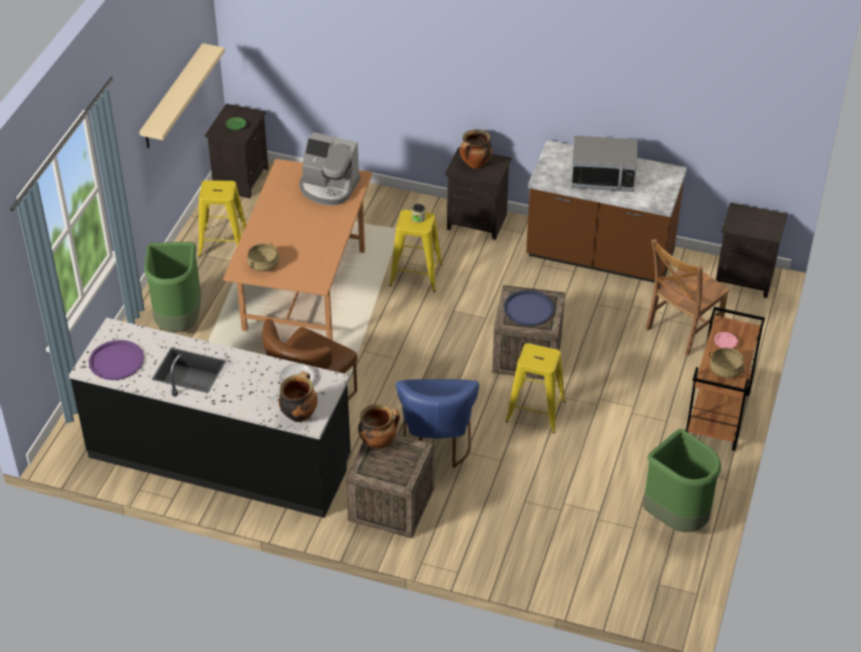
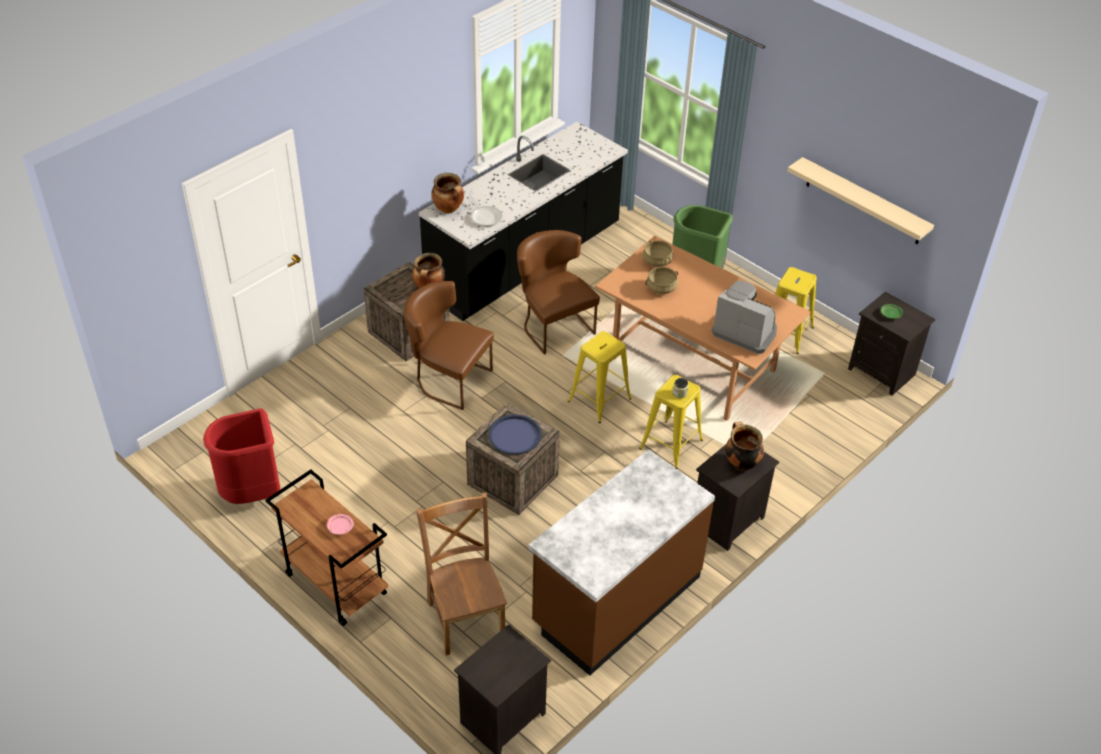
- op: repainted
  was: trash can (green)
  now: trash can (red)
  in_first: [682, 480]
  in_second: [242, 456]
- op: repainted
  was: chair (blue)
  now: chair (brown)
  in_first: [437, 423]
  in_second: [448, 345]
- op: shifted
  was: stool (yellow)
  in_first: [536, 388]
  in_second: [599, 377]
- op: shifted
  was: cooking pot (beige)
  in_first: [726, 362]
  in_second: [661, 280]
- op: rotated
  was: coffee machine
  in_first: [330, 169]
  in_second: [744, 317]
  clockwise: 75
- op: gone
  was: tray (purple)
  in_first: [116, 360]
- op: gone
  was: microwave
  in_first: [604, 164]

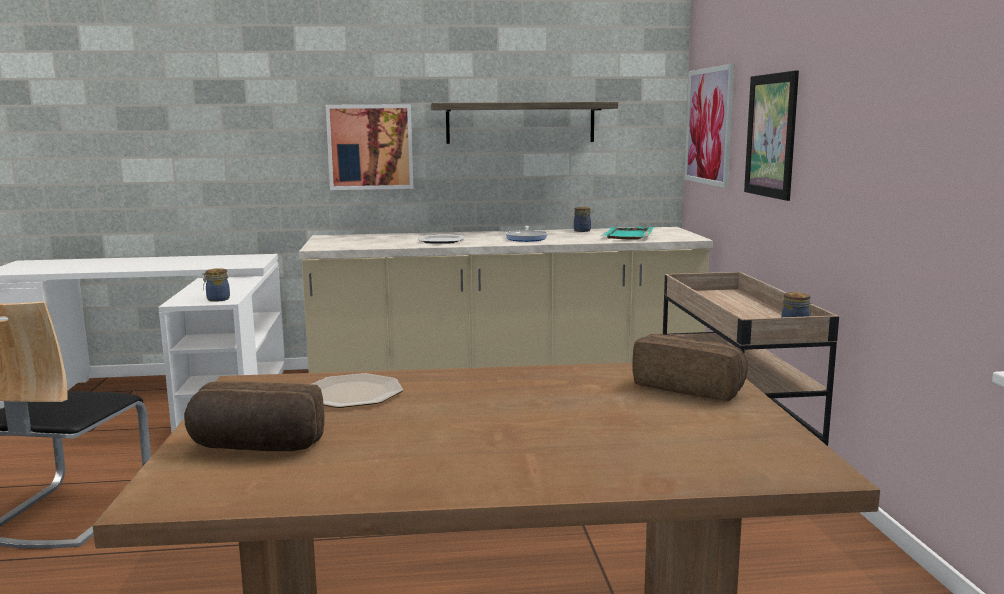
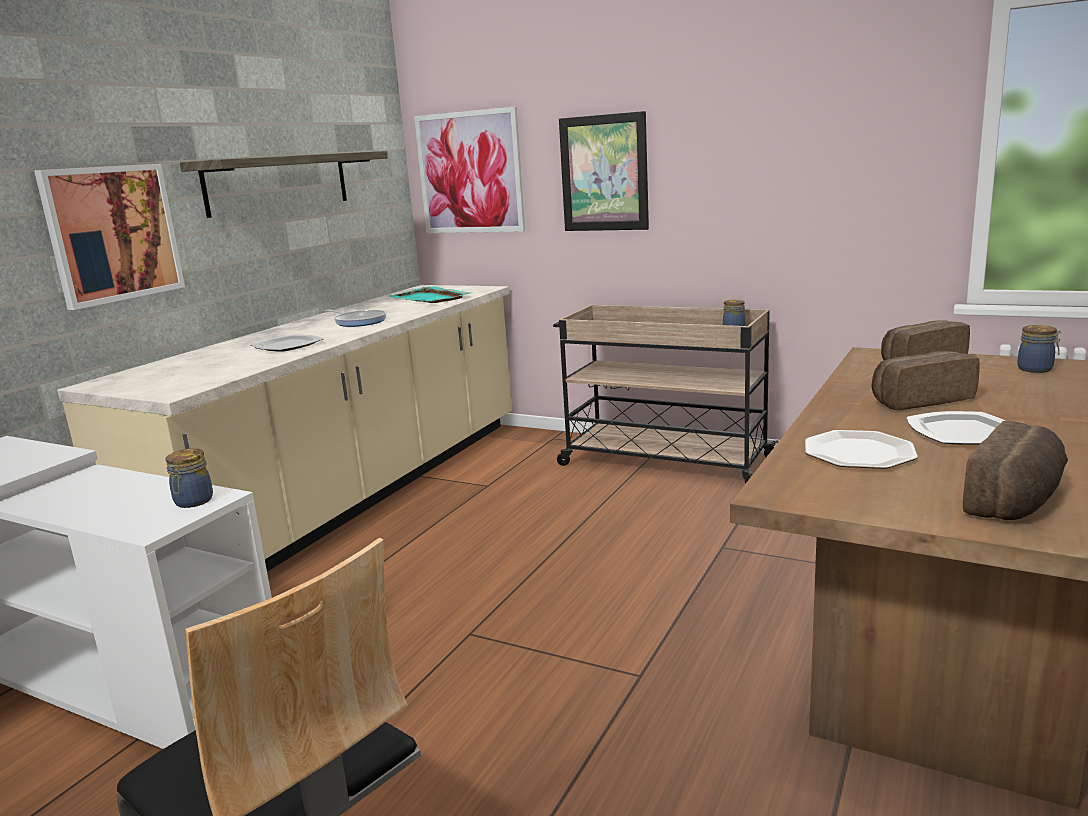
- op: new
  now: bread
  in_second: [925, 380]
- op: new
  now: plate
  in_second: [956, 428]
- op: shifted
  was: jar
  in_first: [582, 219]
  in_second: [1039, 349]

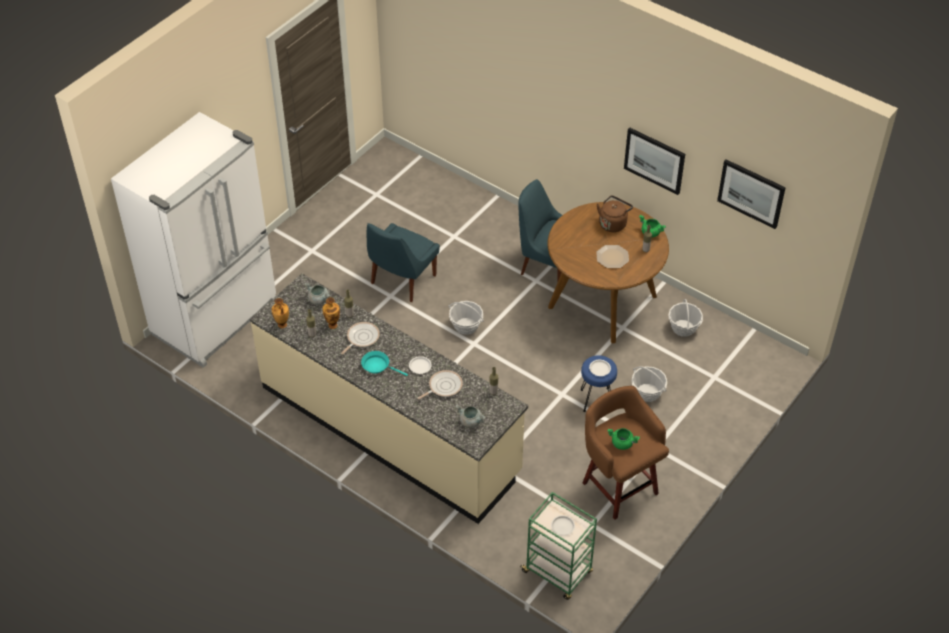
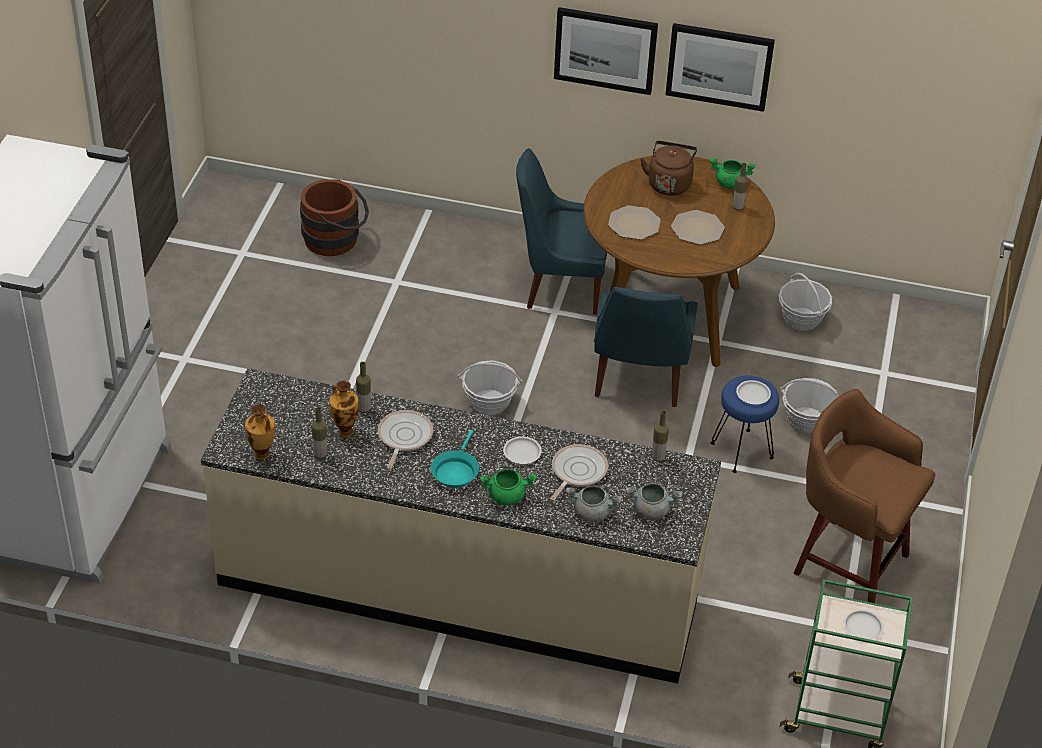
- op: new
  now: bucket (brown)
  in_second: [334, 217]
- op: rotated
  was: frying pan (turquoise)
  in_first: [384, 363]
  in_second: [455, 459]
  clockwise: -75
- op: shifted
  was: cooking pot (green)
  in_first: [624, 439]
  in_second: [508, 487]
- op: shifted
  was: picture
  in_first: [751, 194]
  in_second: [606, 51]
- op: shifted
  was: cooking pot (grey)
  in_first: [317, 293]
  in_second: [594, 503]
- op: shifted
  was: chair (blue)
  in_first: [403, 262]
  in_second: [646, 347]
- op: new
  now: plate
  in_second: [634, 222]

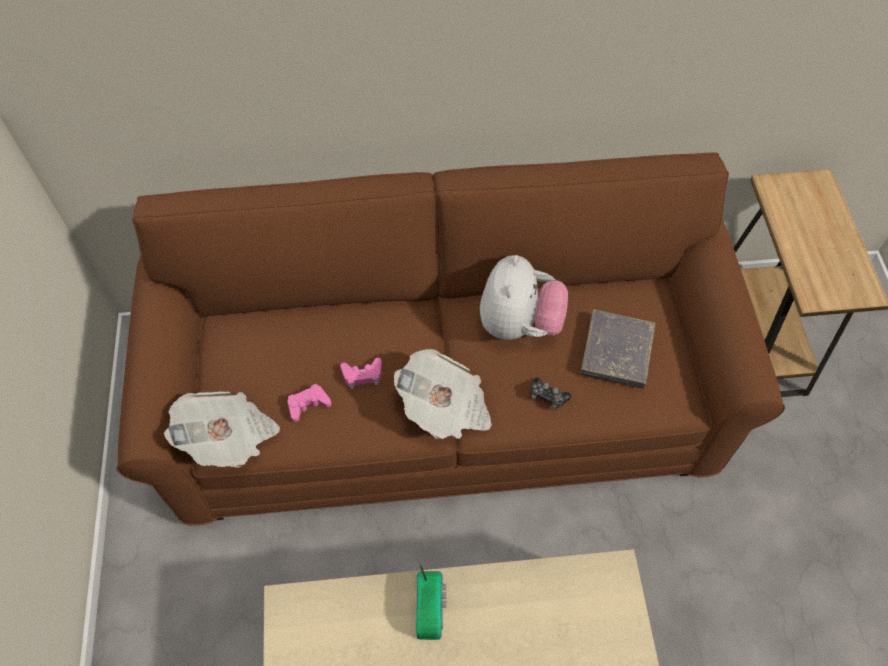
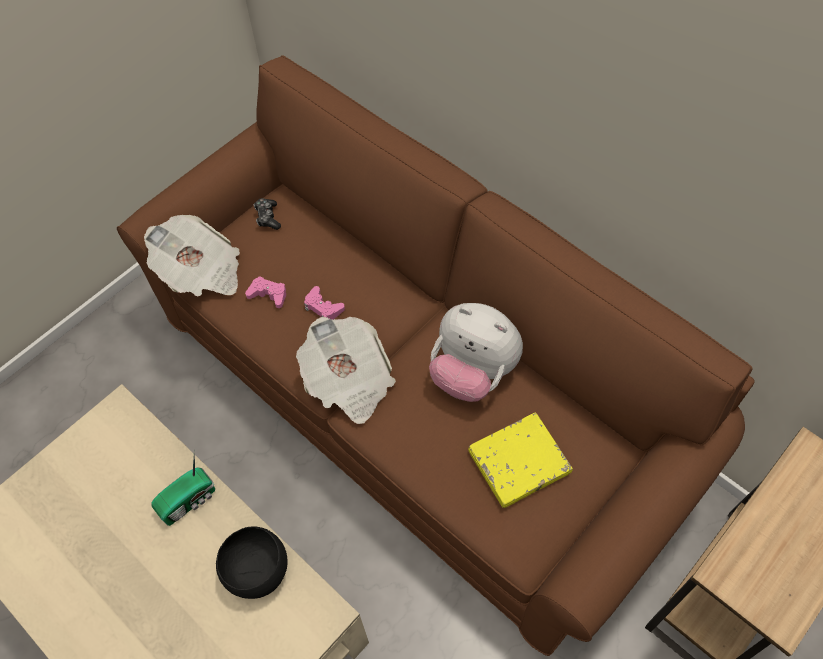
- op: new
  now: bowl (black)
  in_second: [252, 562]
- op: shifted
  was: game controller
  in_first: [551, 394]
  in_second: [267, 214]
- op: rotated
  was: plush toy
  in_first: [524, 297]
  in_second: [476, 352]
  clockwise: 60
- op: repainted
  was: book (grey)
  now: book (yellow)
  in_first: [617, 349]
  in_second: [520, 460]

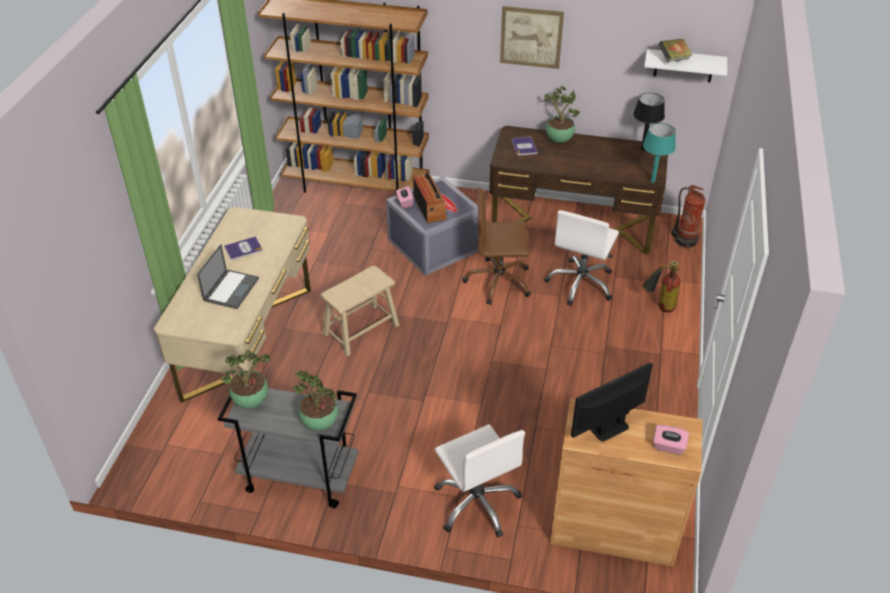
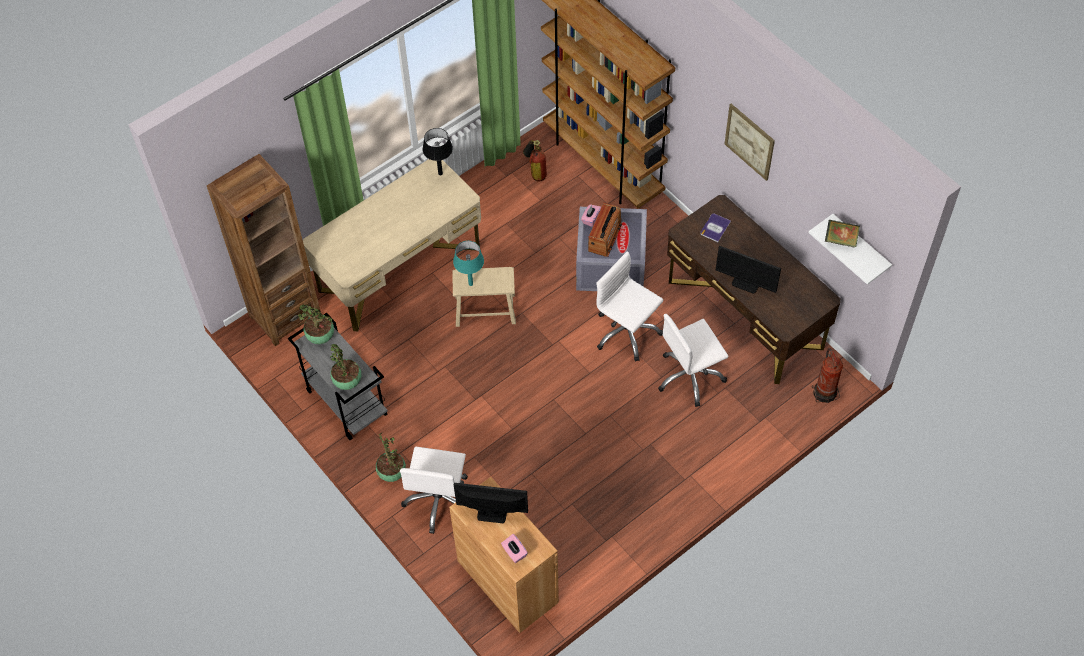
- op: new
  now: bookcase (brown)
  in_second: [264, 250]
- op: shifted
  was: potted plant
  in_first: [562, 114]
  in_second: [391, 457]
- op: shifted
  was: table lamp (black)
  in_first: [649, 122]
  in_second: [437, 151]
- op: shifted
  was: table lamp (turquoise)
  in_first: [659, 153]
  in_second: [468, 263]
- op: shifted
  was: fire extinguisher
  in_first: [661, 287]
  in_second: [535, 161]
- op: repainted
  was: office chair (brown)
  now: office chair (white)
  in_first: [496, 246]
  in_second: [629, 306]
- op: new
  now: monitor
  in_second: [748, 269]
- op: gone
  was: laptop
  in_first: [228, 276]
- op: gone
  was: book
  in_first: [243, 248]

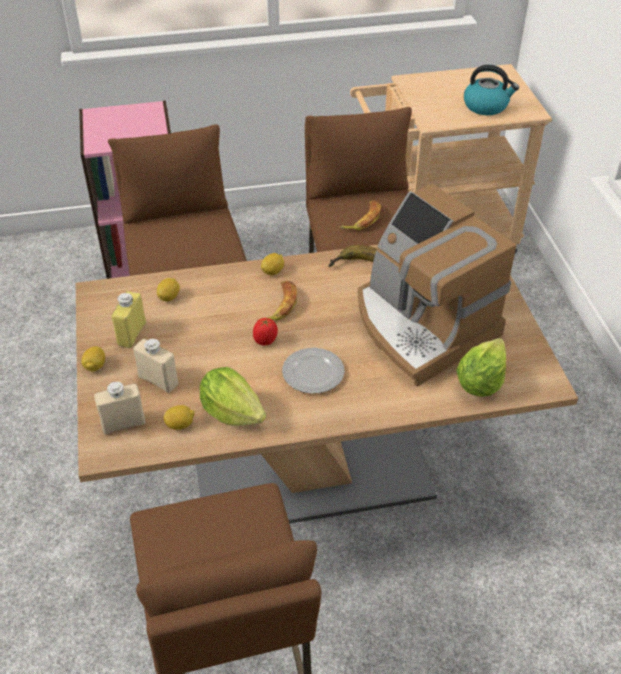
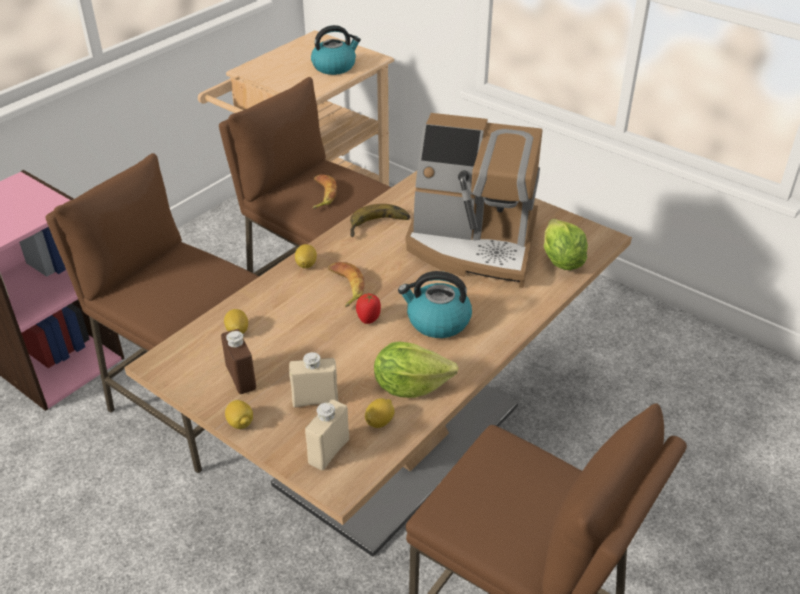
- op: repainted
  was: bottle (yellow)
  now: bottle (brown)
  in_first: [129, 319]
  in_second: [238, 361]
- op: swapped
  was: plate
  now: kettle
  in_first: [313, 371]
  in_second: [435, 304]

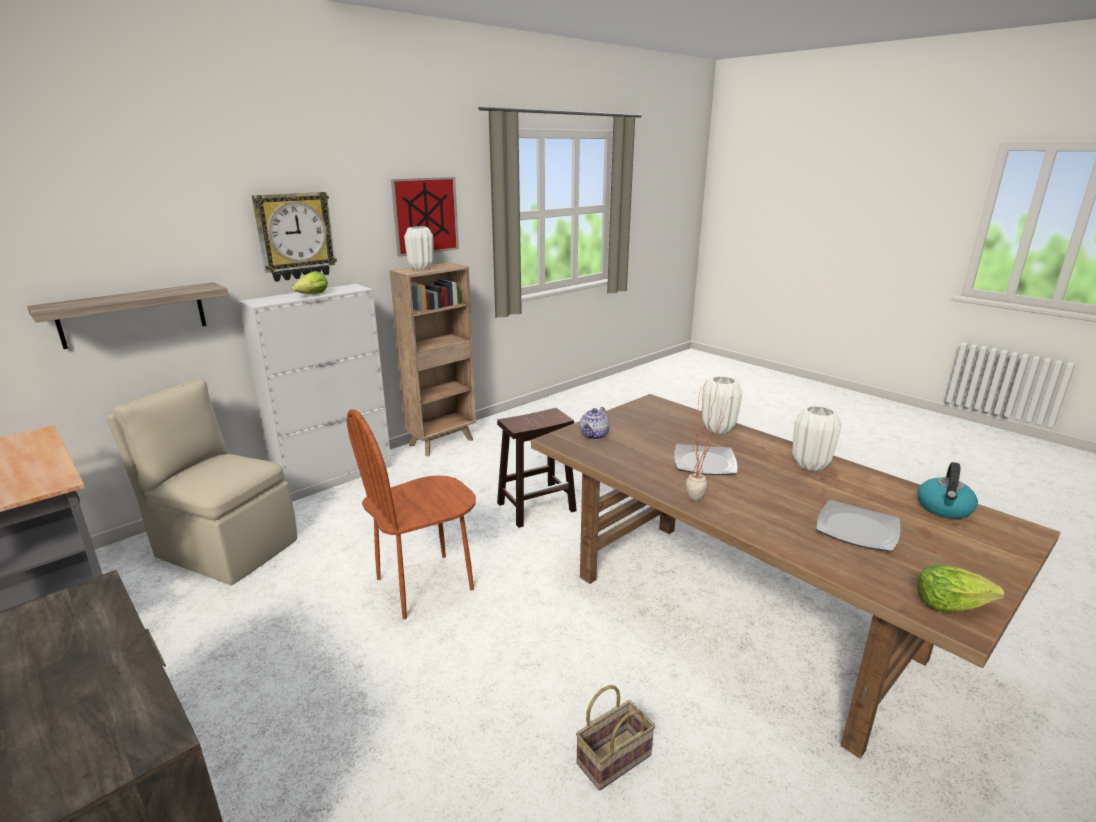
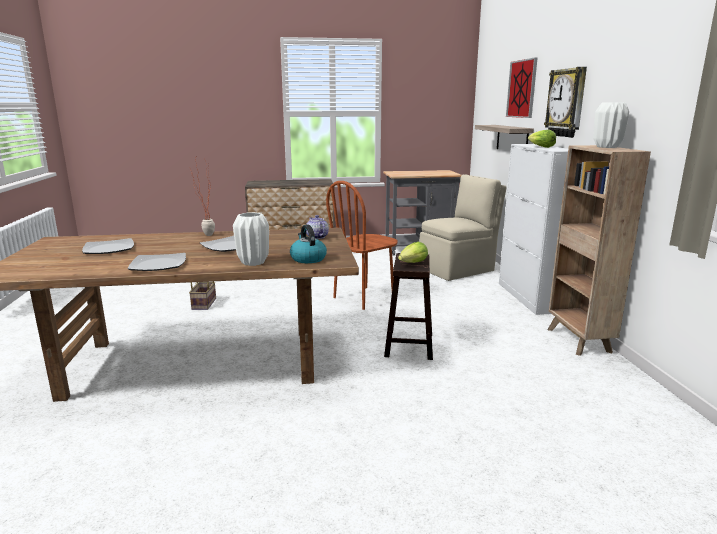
- op: swapped
  was: vase (white)
  now: plate
  in_first: [816, 438]
  in_second: [157, 262]
- op: shifted
  was: kettle
  in_first: [947, 490]
  in_second: [308, 244]
- op: rotated
  was: chair (brown)
  in_first: [411, 514]
  in_second: [362, 245]
  clockwise: -135
- op: shifted
  was: lettuce
  in_first: [960, 588]
  in_second: [413, 252]
- op: shifted
  was: picture
  in_first: [425, 217]
  in_second: [522, 87]

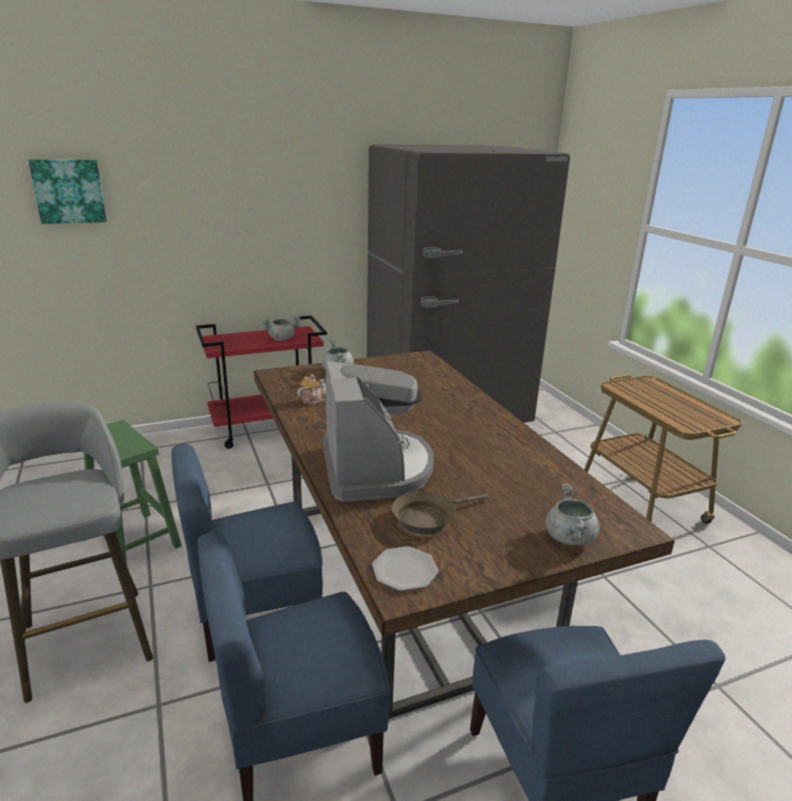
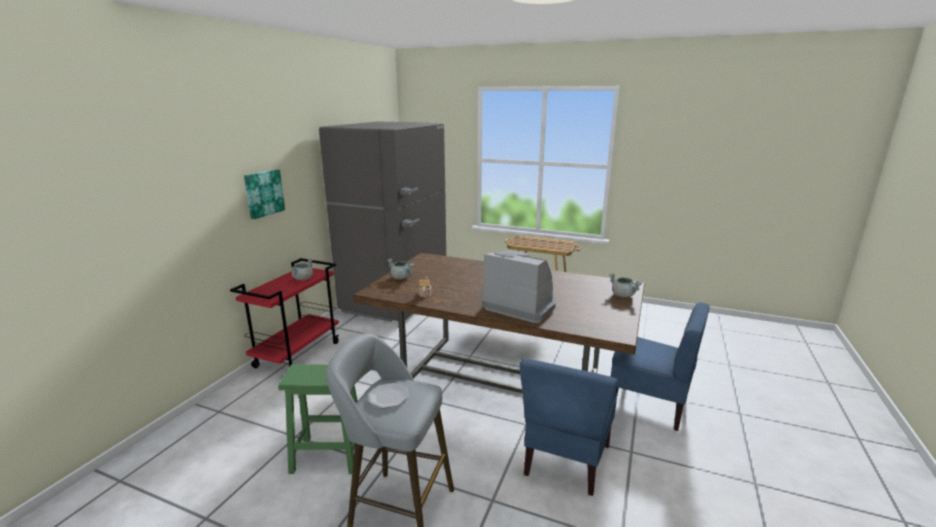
- op: shifted
  was: picture
  in_first: [67, 191]
  in_second: [264, 194]
- op: shifted
  was: plate
  in_first: [405, 568]
  in_second: [388, 395]
- op: gone
  was: chair (blue)
  in_first: [247, 553]
- op: gone
  was: frying pan (brown)
  in_first: [440, 512]

